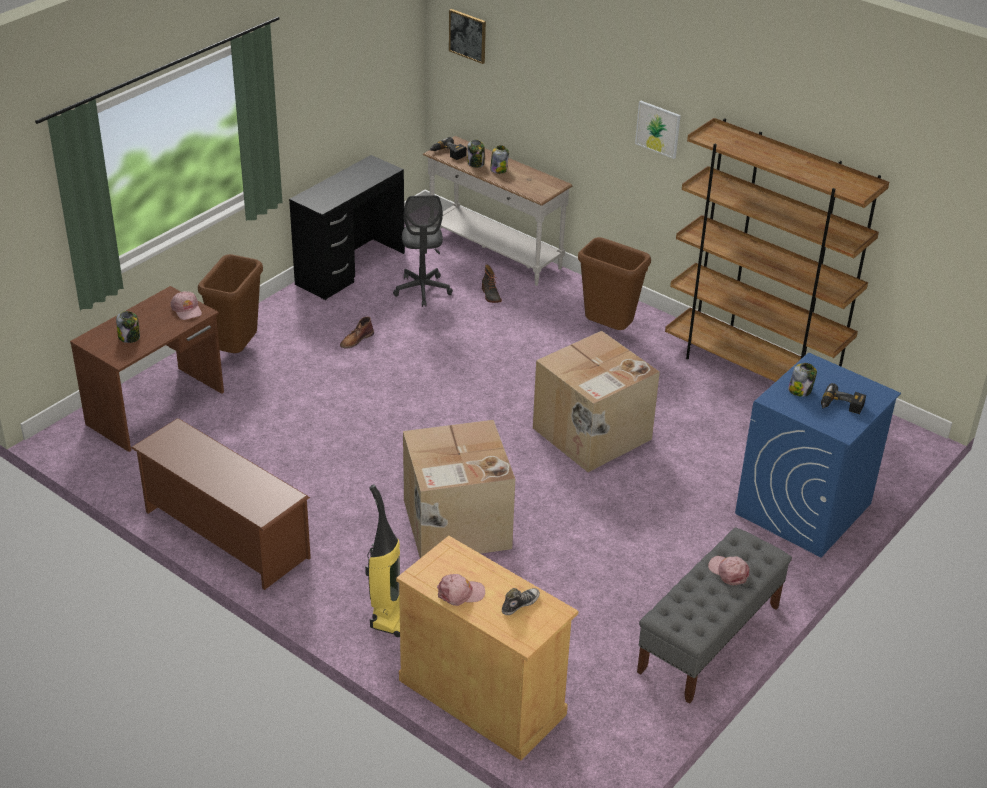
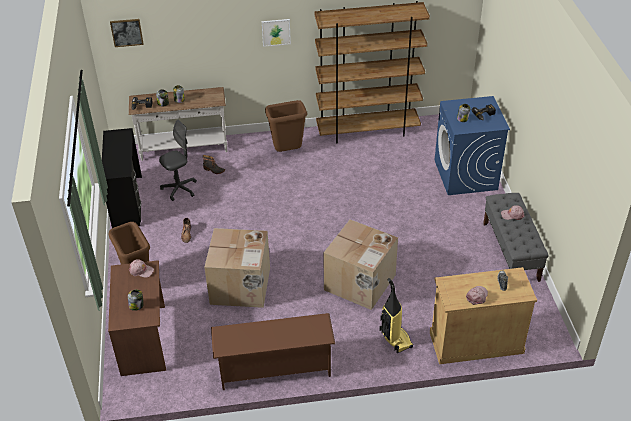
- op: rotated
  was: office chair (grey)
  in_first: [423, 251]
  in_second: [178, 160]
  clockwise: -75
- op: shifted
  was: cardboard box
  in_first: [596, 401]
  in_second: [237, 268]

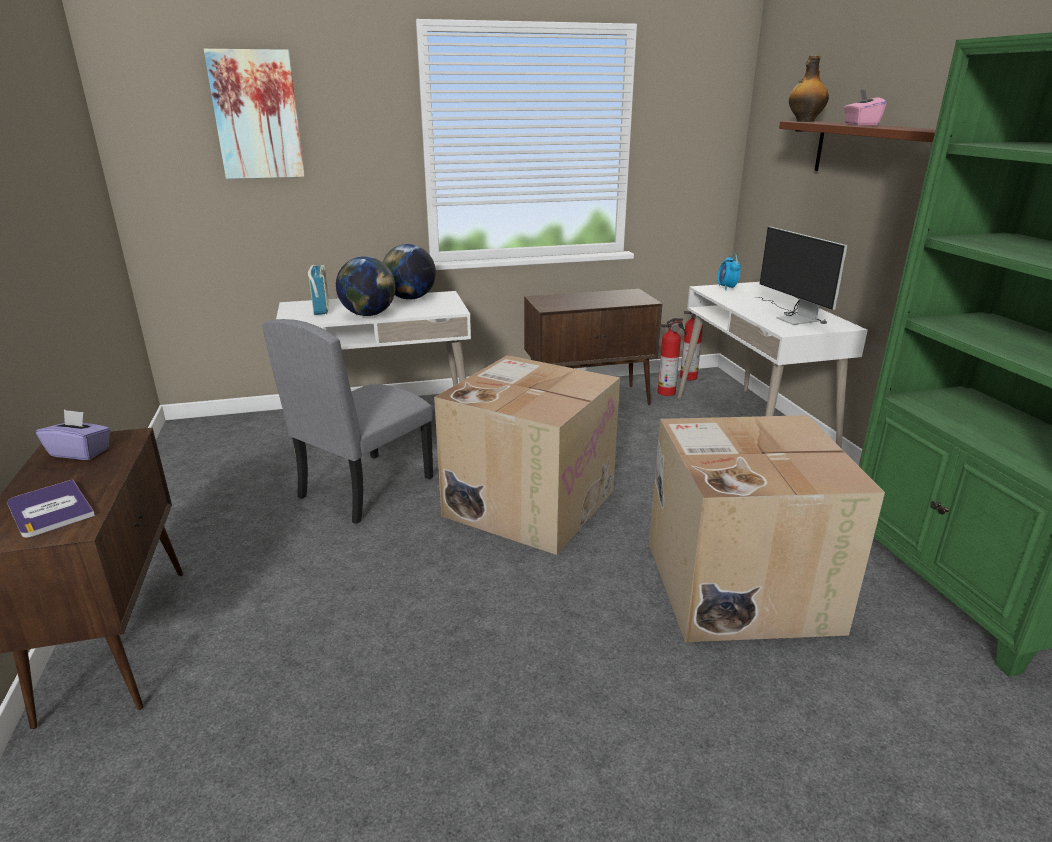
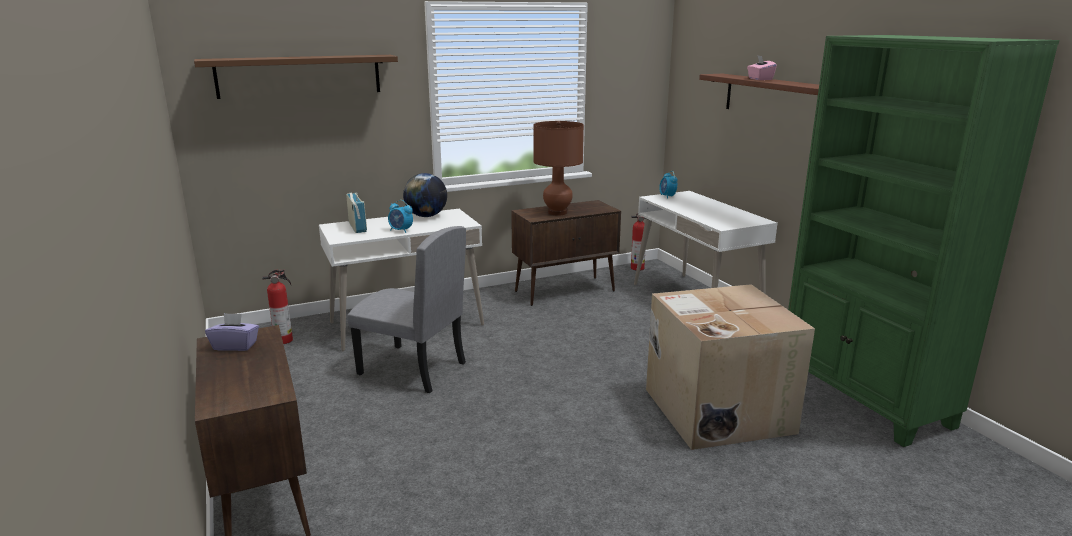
- op: swapped
  was: picture
  now: shelf (brown)
  in_first: [254, 114]
  in_second: [296, 77]
- op: shifted
  was: fire extinguisher
  in_first: [672, 357]
  in_second: [277, 306]
- op: rotated
  was: chair (grey)
  in_first: [347, 421]
  in_second: [406, 309]
  clockwise: -90
- op: swapped
  was: globe
  now: alarm clock
  in_first: [365, 286]
  in_second: [400, 216]
- op: new
  now: table lamp (brown)
  in_second: [558, 168]
- op: gone
  was: book
  in_first: [51, 508]
- op: gone
  was: cardboard box
  in_first: [527, 455]
- op: gone
  was: monitor
  in_first: [803, 276]
- op: gone
  was: bottle
  in_first: [809, 88]

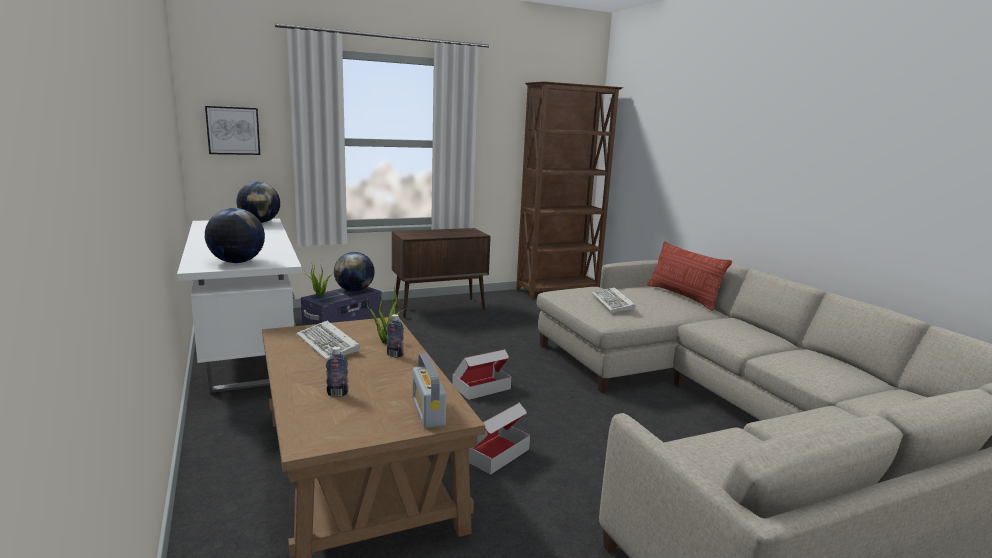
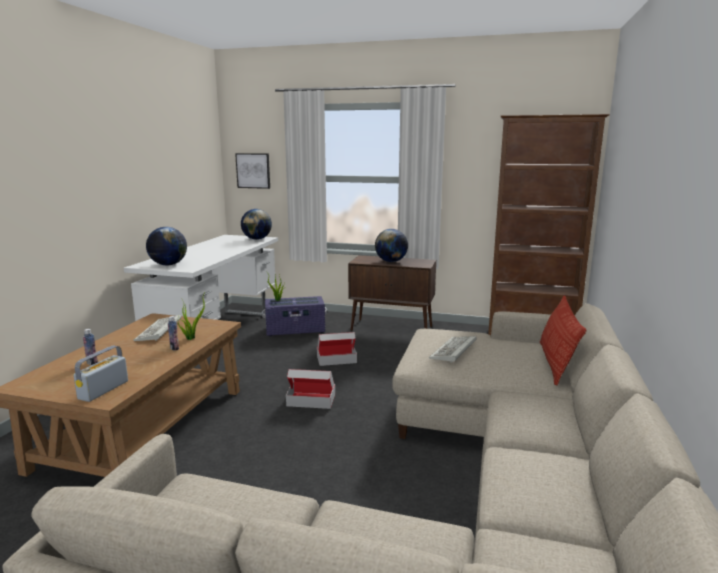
- op: shifted
  was: cardboard box
  in_first: [499, 439]
  in_second: [337, 349]
- op: shifted
  was: globe
  in_first: [354, 271]
  in_second: [391, 245]

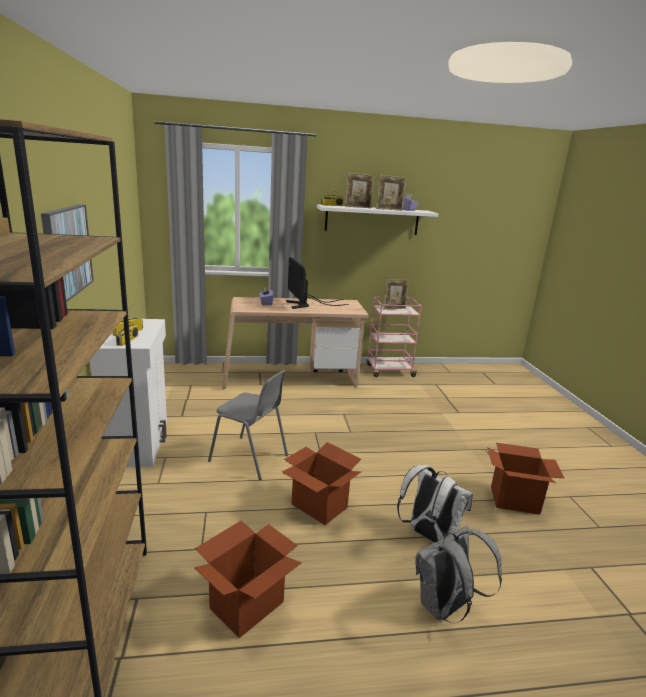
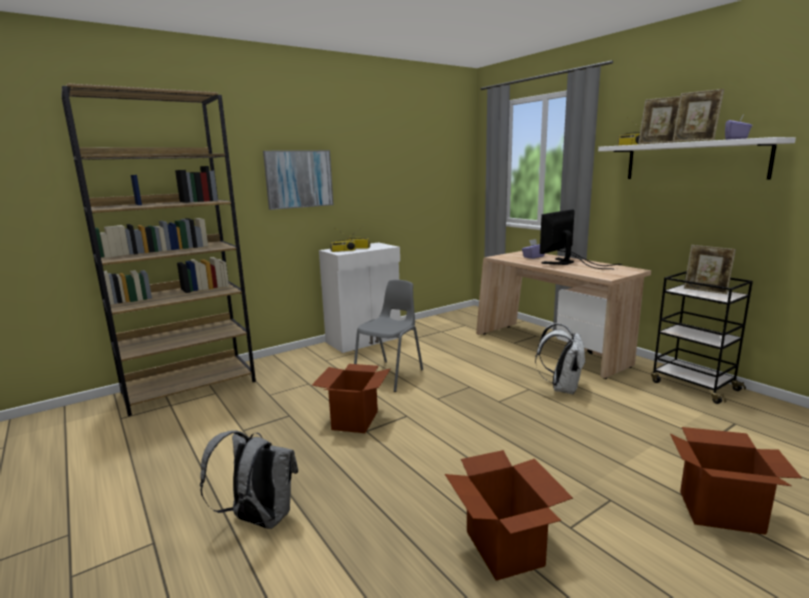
- op: rotated
  was: chair (grey)
  in_first: [248, 425]
  in_second: [388, 336]
  clockwise: -150
- op: shifted
  was: backpack (white)
  in_first: [435, 504]
  in_second: [560, 359]
- op: repainted
  was: cart (pink)
  now: cart (black)
  in_first: [394, 337]
  in_second: [702, 337]
- op: shifted
  was: cardboard box
  in_first: [247, 579]
  in_second: [736, 481]

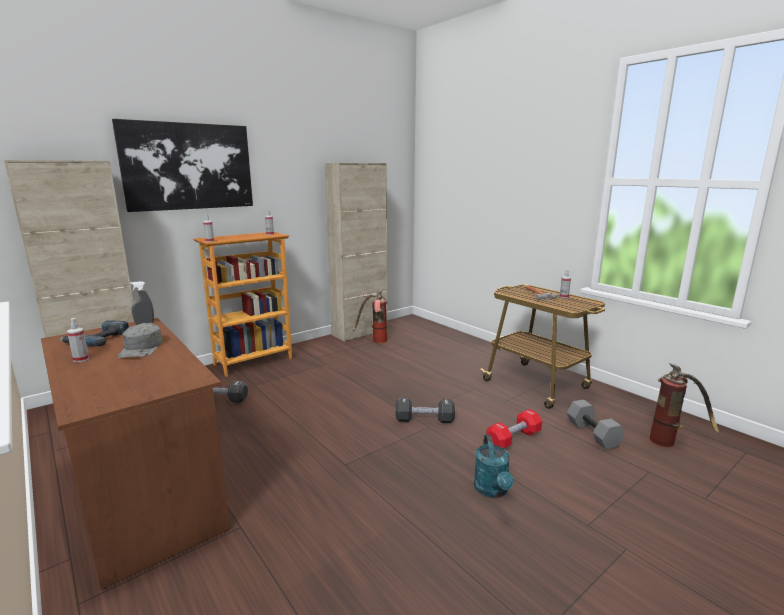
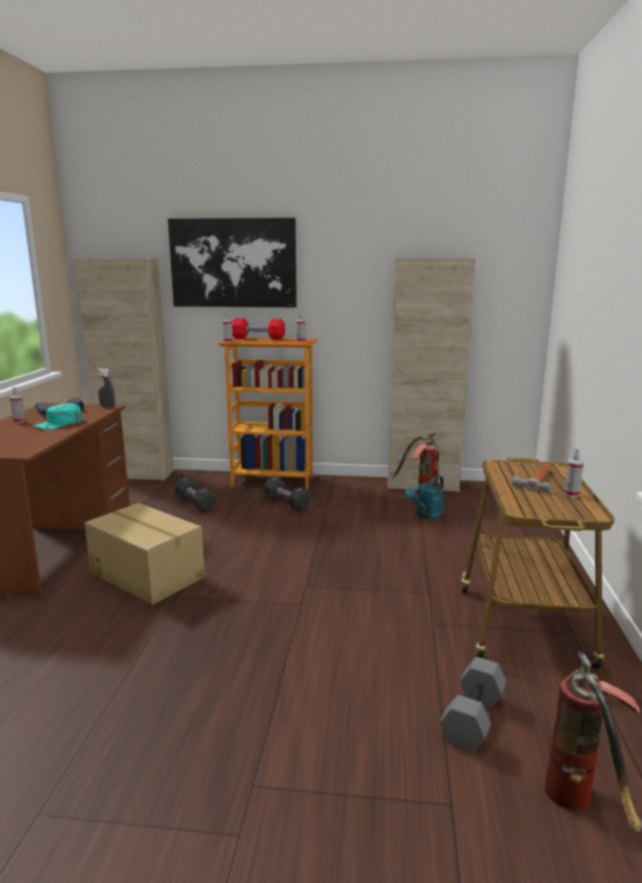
- op: repainted
  was: cap (grey)
  now: cap (turquoise)
  in_first: [140, 340]
  in_second: [57, 416]
- op: new
  now: cardboard box
  in_second: [145, 554]
- op: shifted
  was: dumbbell (red)
  in_first: [514, 428]
  in_second: [258, 329]
- op: shifted
  was: dumbbell (black)
  in_first: [425, 410]
  in_second: [287, 494]
- op: shifted
  was: watering can (turquoise)
  in_first: [494, 466]
  in_second: [424, 497]

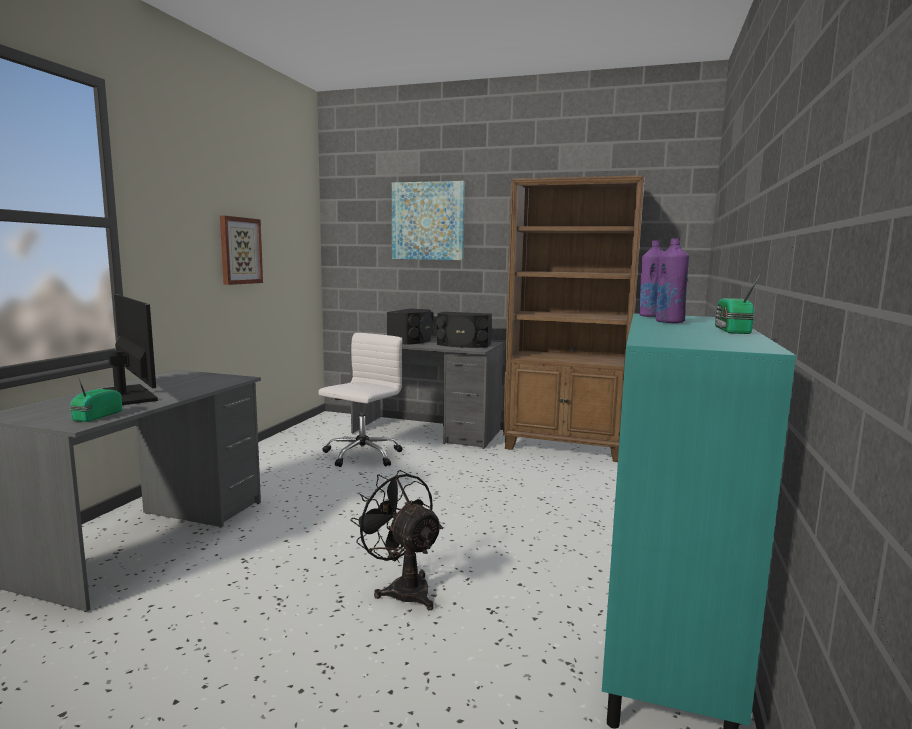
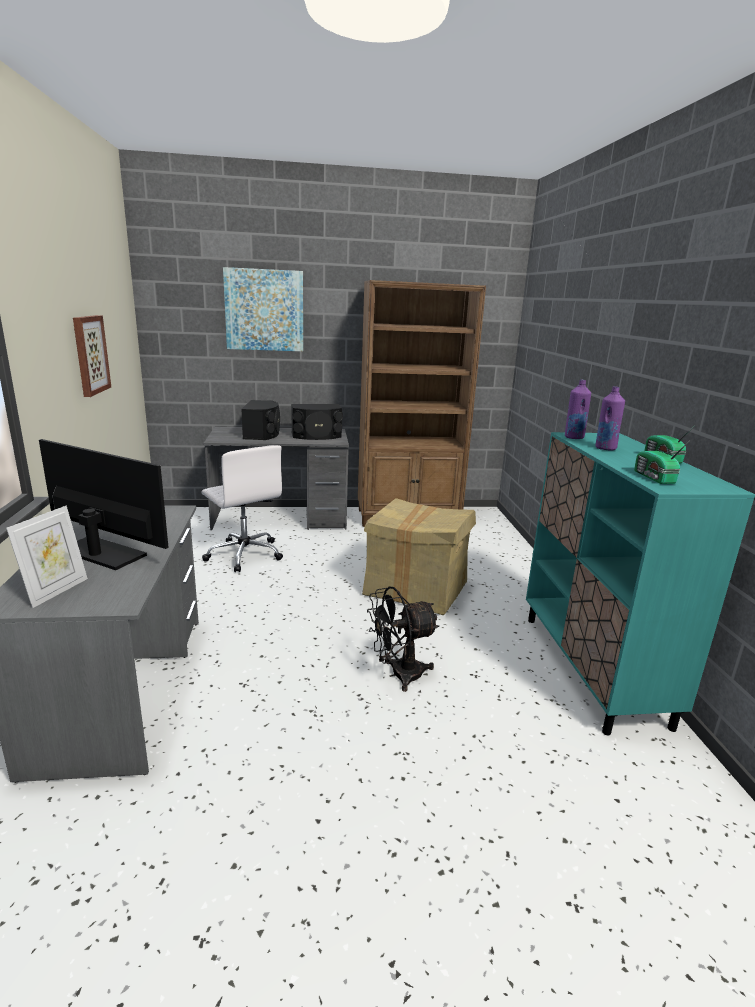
- op: new
  now: picture frame
  in_second: [47, 557]
- op: rotated
  was: office chair (white)
  in_first: [360, 400]
  in_second: [242, 508]
  clockwise: 135
- op: new
  now: cardboard box
  in_second: [419, 556]
- op: rotated
  was: fan (black)
  in_first: [396, 540]
  in_second: [403, 639]
  clockwise: -45
- op: shifted
  was: radio
  in_first: [96, 399]
  in_second: [661, 462]

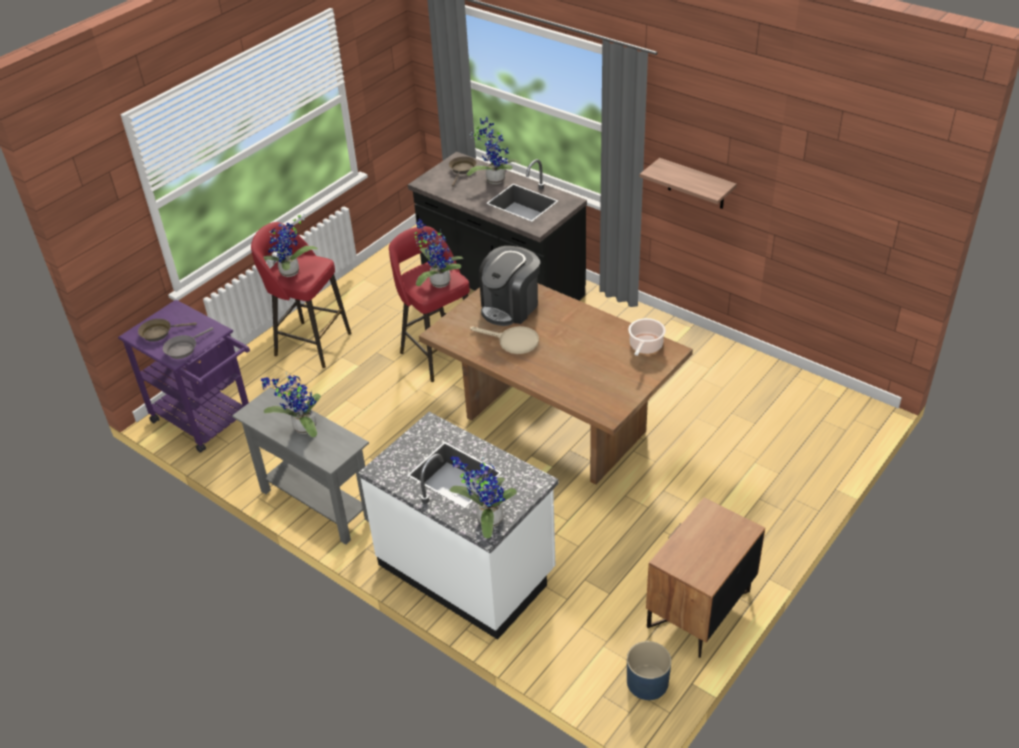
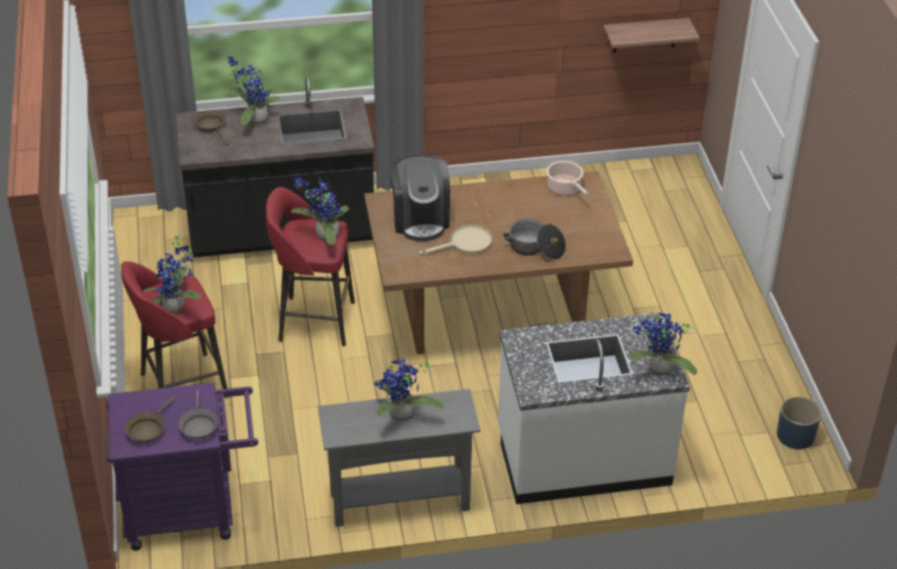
- op: new
  now: cooking pot
  in_second: [534, 239]
- op: shifted
  was: shelf
  in_first: [688, 183]
  in_second: [651, 35]
- op: gone
  was: nightstand (brown)
  in_first: [705, 578]

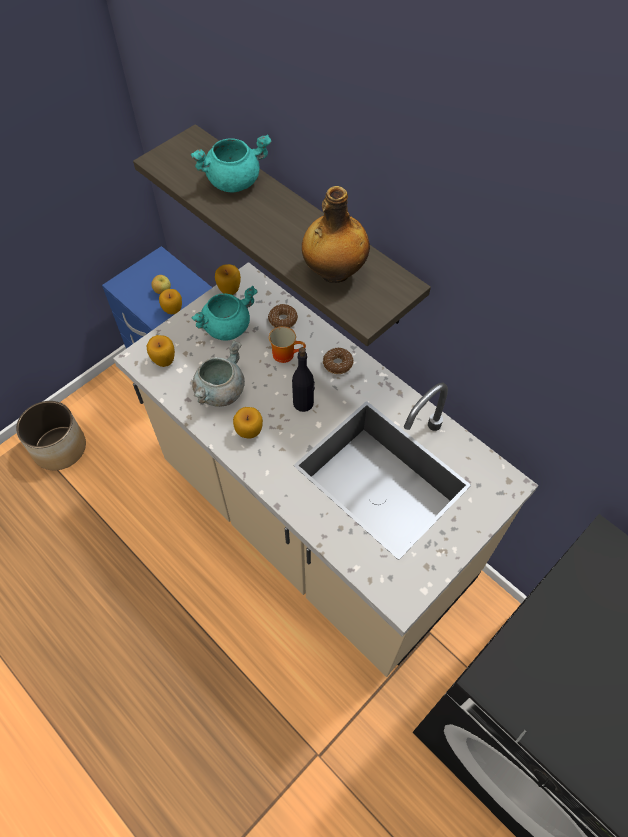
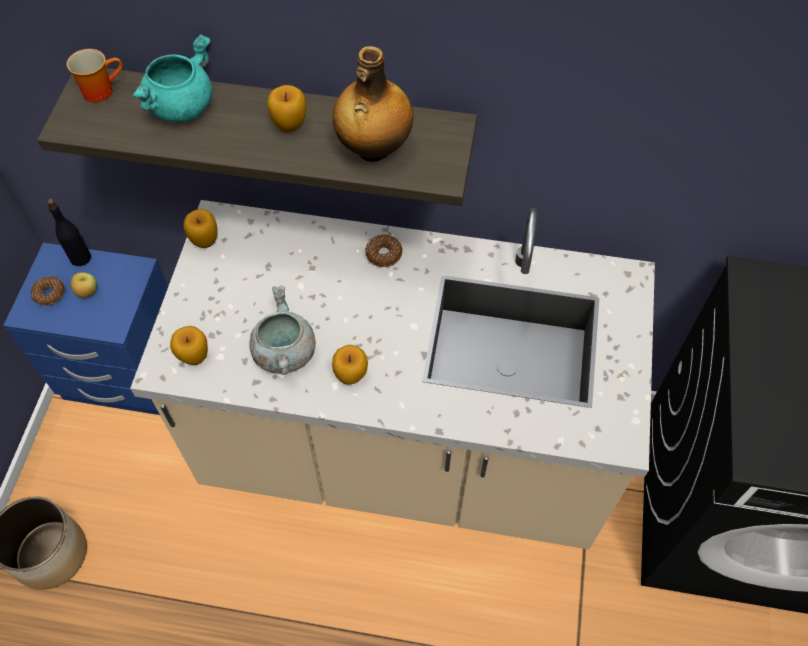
- op: shifted
  was: donut
  in_first: [283, 316]
  in_second: [47, 290]
- op: shifted
  was: bottle (black)
  in_first: [303, 379]
  in_second: [69, 232]
- op: shifted
  was: mug
  in_first: [287, 344]
  in_second: [95, 76]
- op: shifted
  was: apple
  in_first: [170, 301]
  in_second: [286, 109]
- op: gone
  was: cooking pot (turquoise)
  in_first: [224, 313]

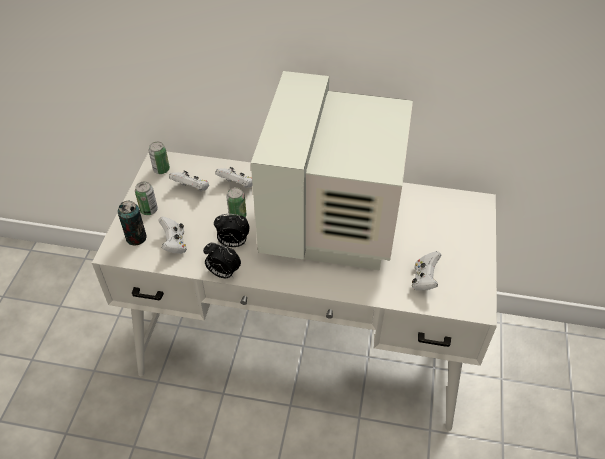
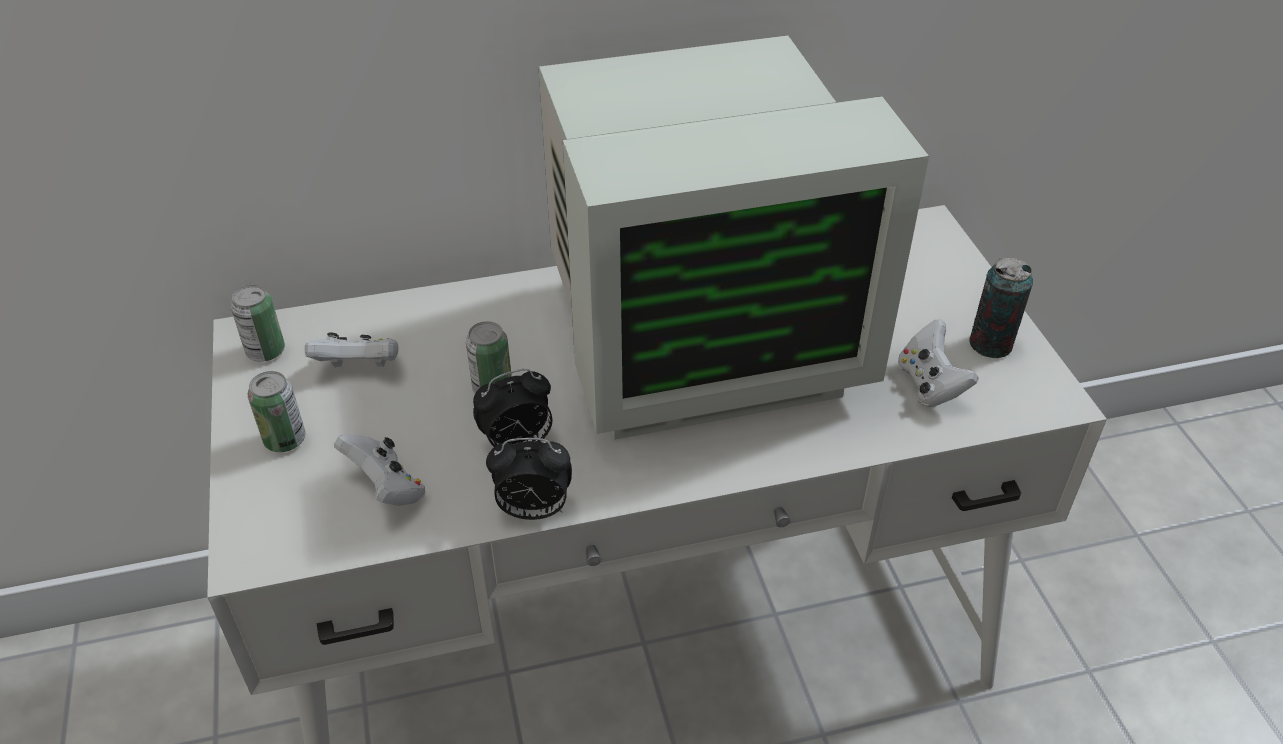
- op: rotated
  was: monitor
  in_first: [332, 171]
  in_second: [734, 238]
  clockwise: -90
- op: shifted
  was: can
  in_first: [132, 223]
  in_second: [1001, 308]
- op: gone
  was: game controller (white)
  in_first: [234, 177]

